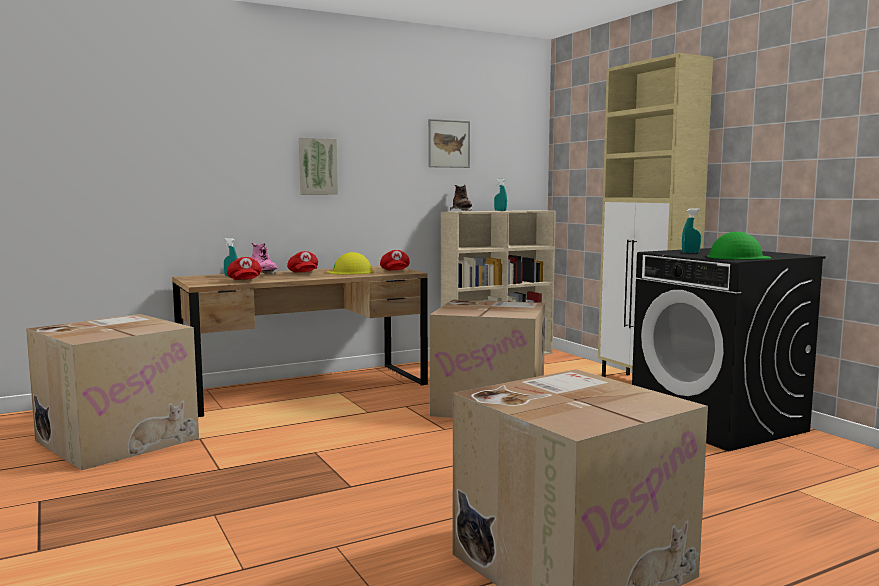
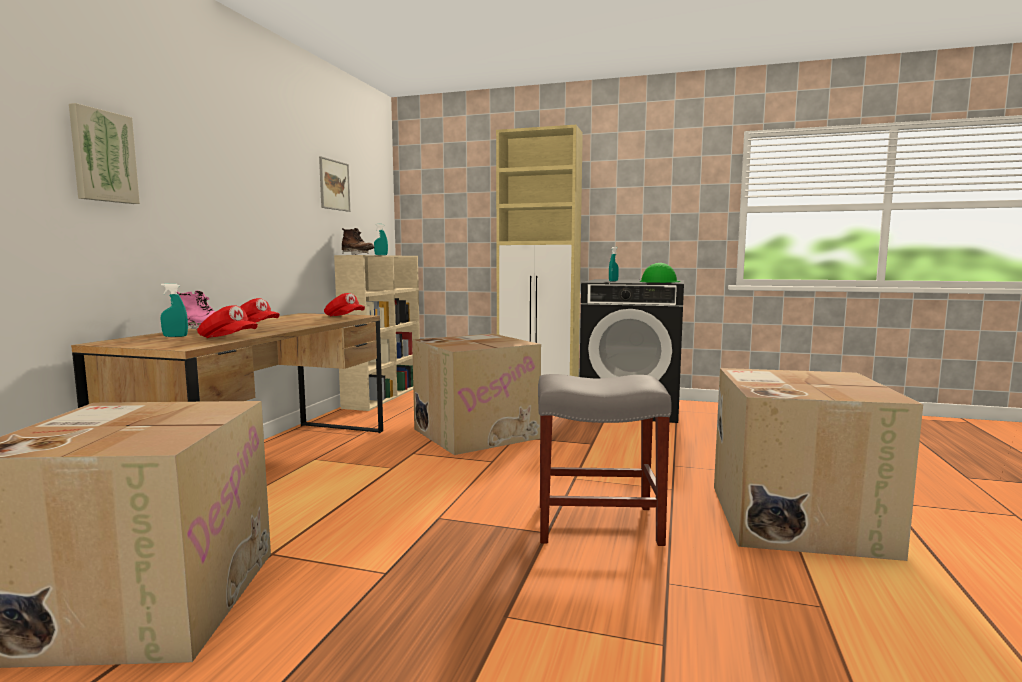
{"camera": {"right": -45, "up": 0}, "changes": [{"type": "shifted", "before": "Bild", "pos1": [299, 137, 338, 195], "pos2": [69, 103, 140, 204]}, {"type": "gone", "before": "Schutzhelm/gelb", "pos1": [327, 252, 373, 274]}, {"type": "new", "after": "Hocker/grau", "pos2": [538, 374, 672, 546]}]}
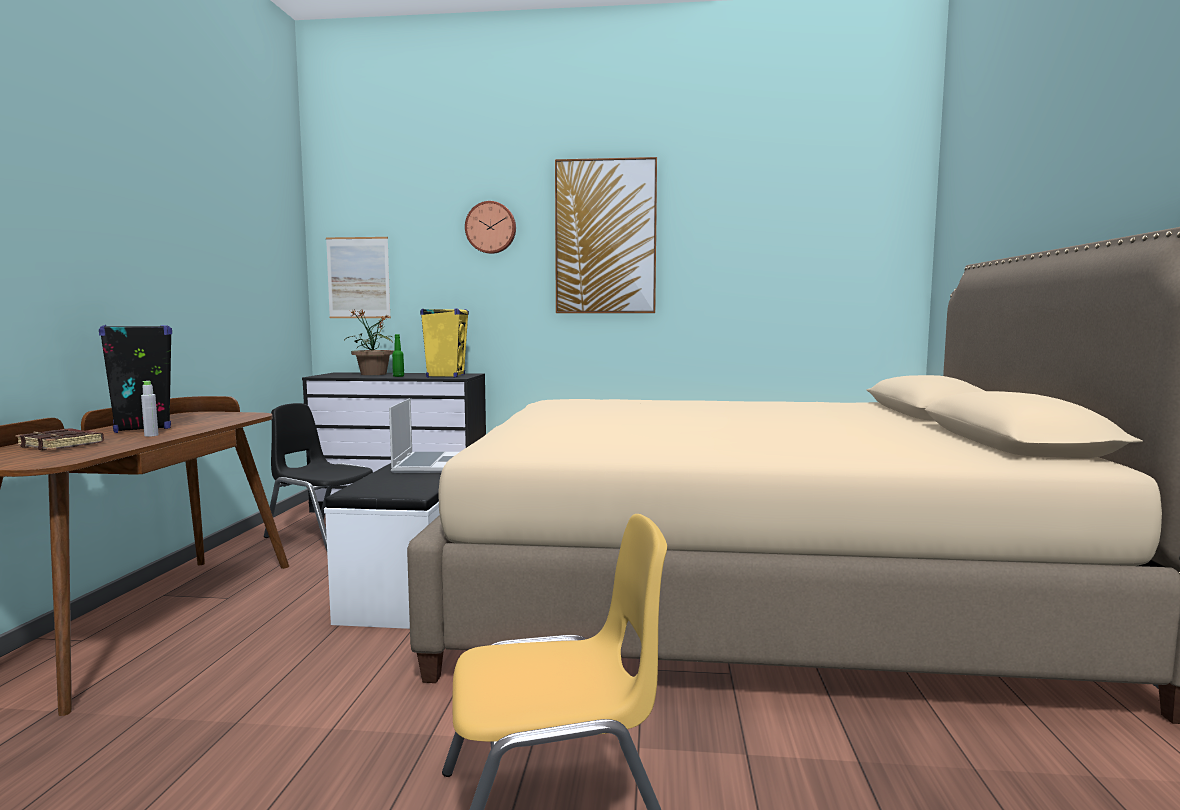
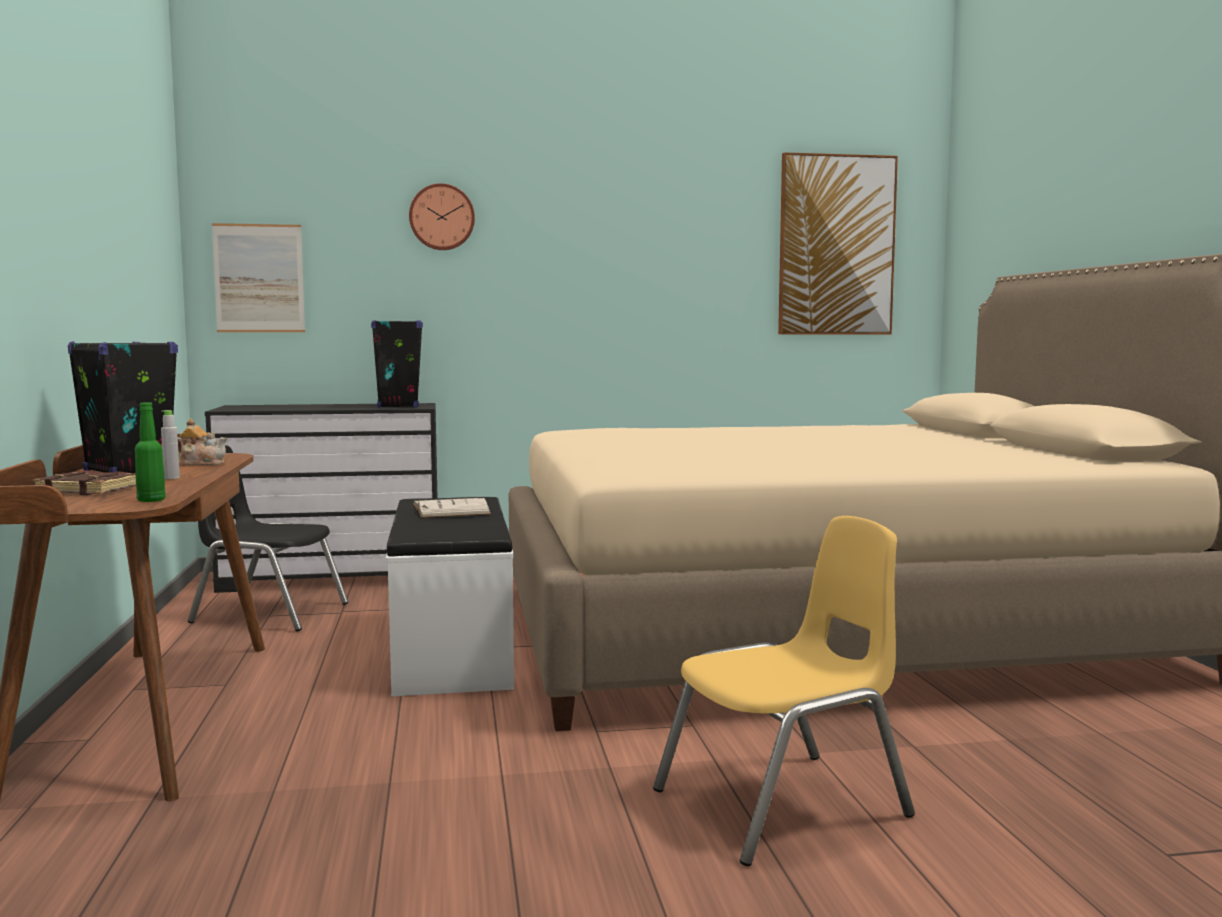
{"camera": {"right": -15, "up": 0}, "changes": [{"type": "shifted", "before": "Bild", "pos1": [555, 157, 657, 313], "pos2": [778, 152, 898, 335]}, {"type": "repainted", "before": "Lautsprecher/gelb", "after": "Lautsprecher/schwarz", "pos1": [420, 309, 469, 378], "pos2": [371, 320, 423, 408]}, {"type": "gone", "before": "Topfpflanze", "pos1": [344, 310, 394, 375]}, {"type": "shifted", "before": "Flasche/grün", "pos1": [392, 334, 404, 377], "pos2": [135, 402, 165, 502]}, {"type": "swapped", "before": "Laptop", "after": "Buch/weiß", "pos1": [389, 398, 459, 473], "pos2": [413, 498, 491, 518]}, {"type": "new", "after": "Teekanne", "pos2": [178, 418, 227, 465]}]}
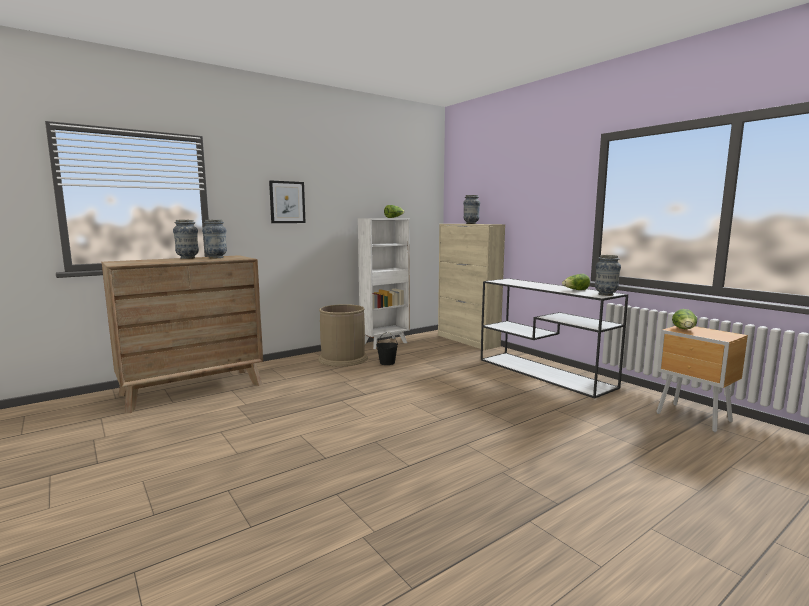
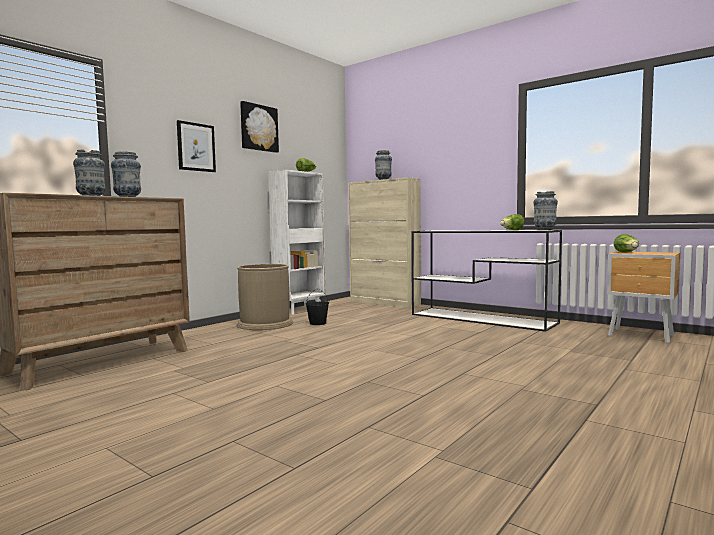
{"camera": {"right": -15, "up": -5}, "changes": [{"type": "new", "after": "Bild", "pos2": [240, 101, 279, 153]}]}
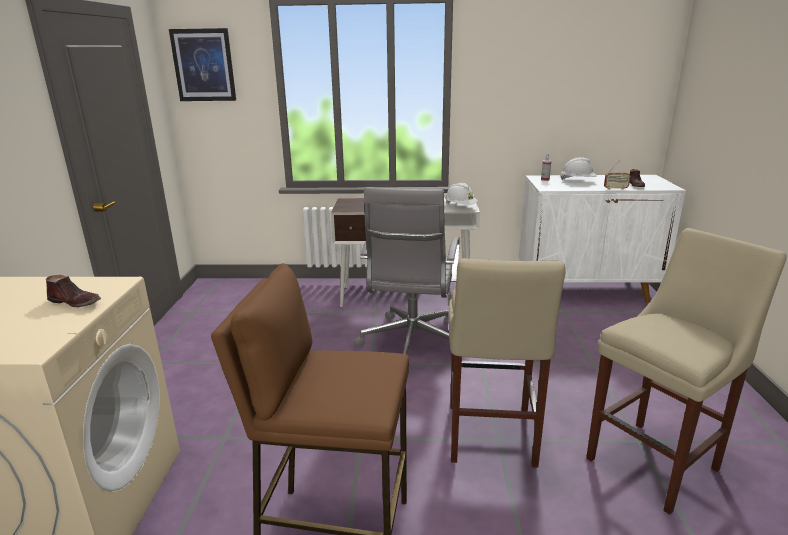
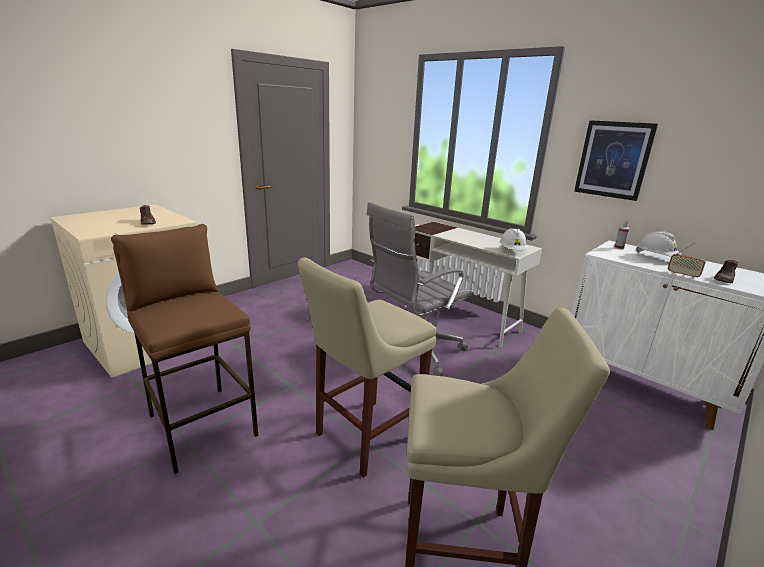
{"camera": {"right": 40, "up": 0}, "changes": [{"type": "shifted", "before": "Bild", "pos1": [169, 28, 236, 101], "pos2": [574, 120, 658, 201]}]}
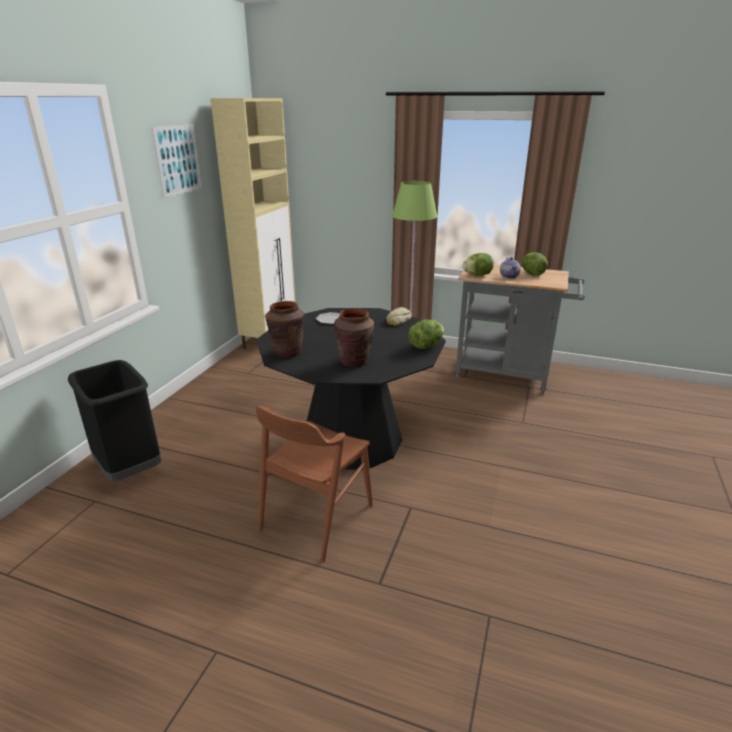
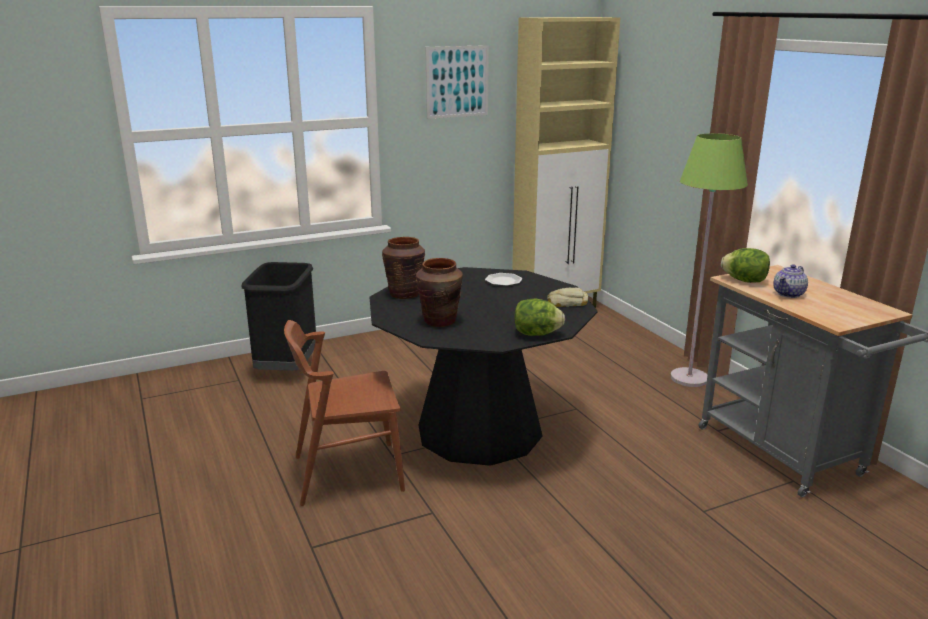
{"camera": {"right": 45, "up": -5}, "changes": [{"type": "gone", "before": "Salatkopf", "pos1": [522, 252, 548, 276]}]}
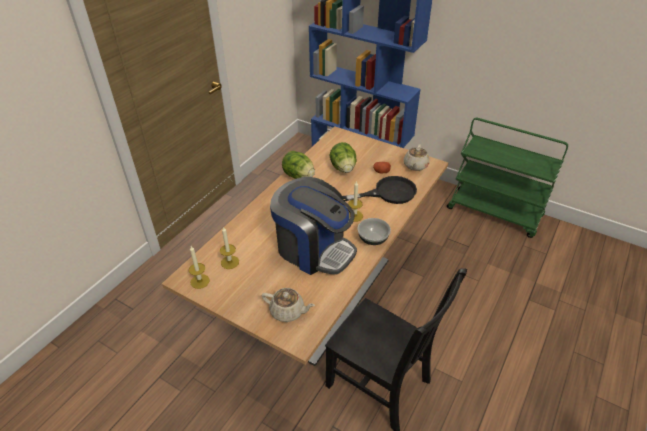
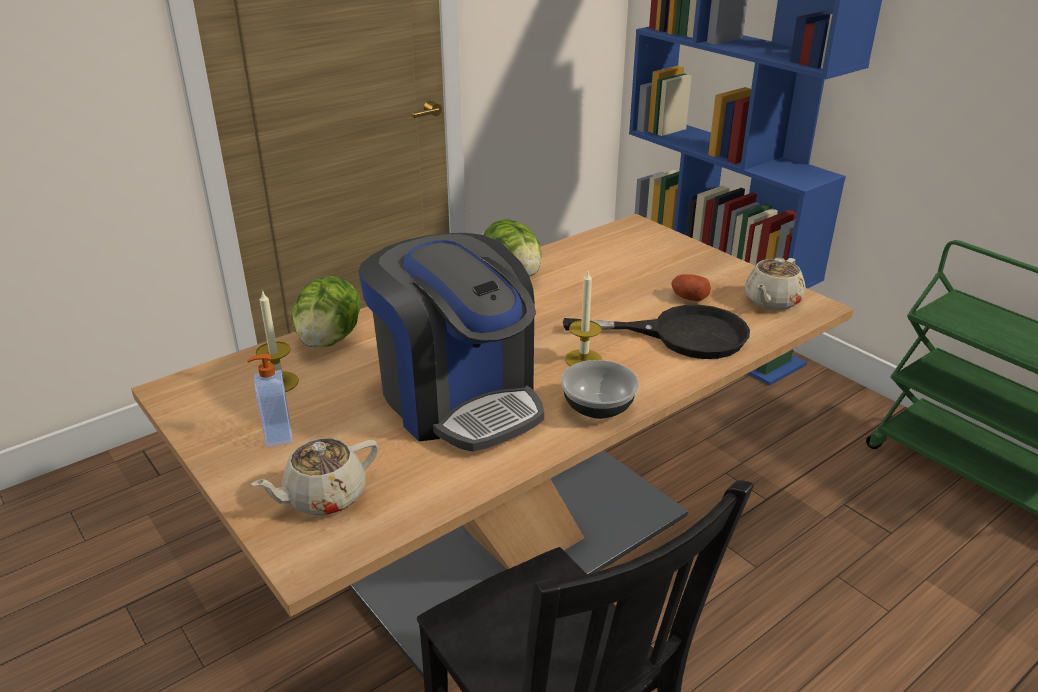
{"camera": {"right": 20, "up": -10}, "changes": [{"type": "shifted", "before": "Salatkopf", "pos1": [330, 142, 356, 173], "pos2": [292, 276, 361, 348]}, {"type": "gone", "before": "Kerze", "pos1": [189, 246, 210, 289]}, {"type": "rotated", "before": "Teekanne/beige", "pos1": [262, 288, 315, 322], "pos2": [251, 438, 378, 515], "turn": 105}, {"type": "new", "after": "Seifenspender", "pos2": [247, 354, 293, 447]}]}
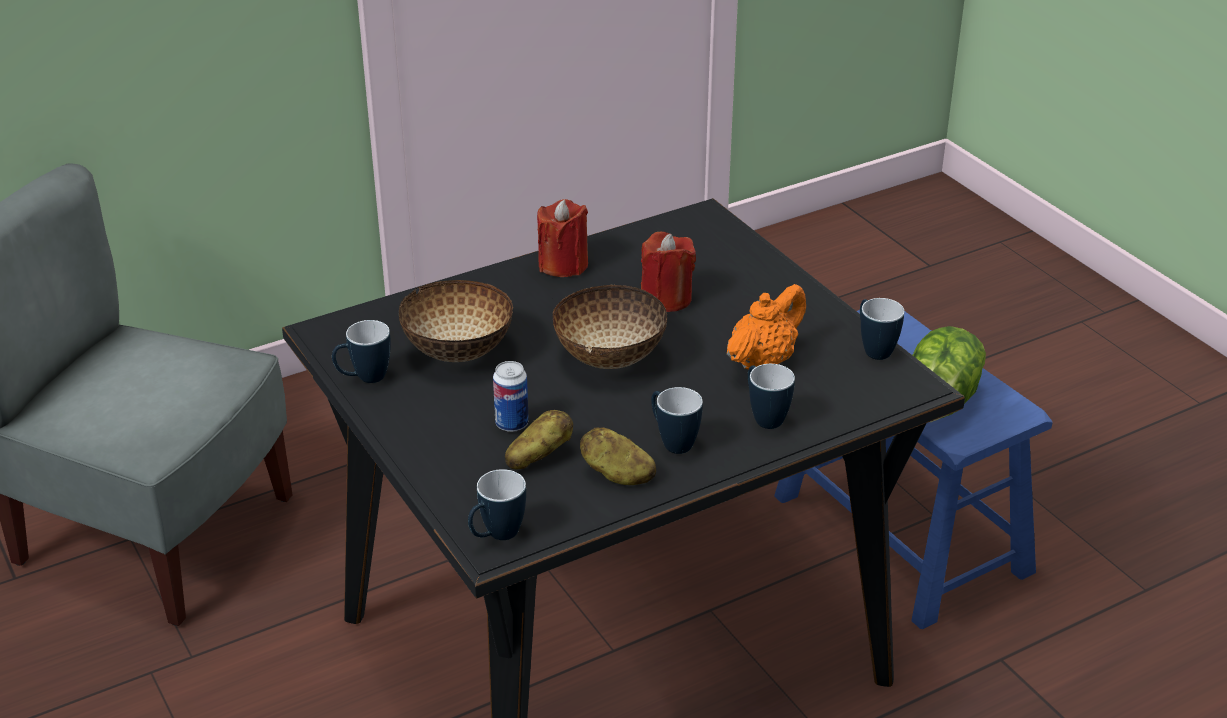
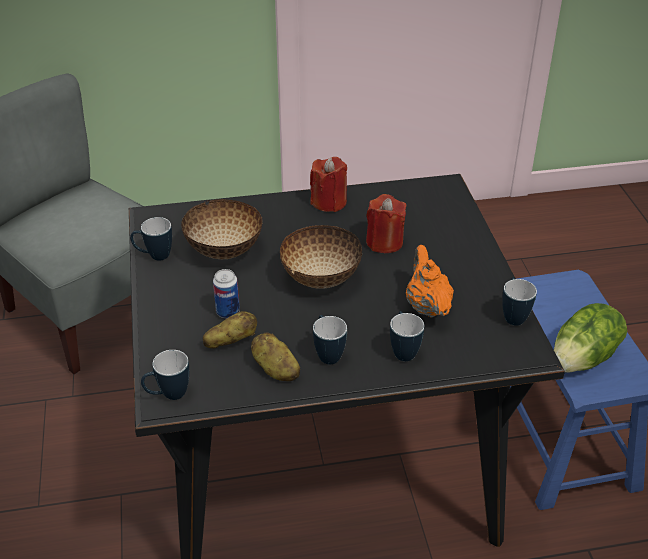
{"camera": {"right": 20, "up": 5}, "changes": [{"type": "rotated", "before": "Teekanne/orange", "pos1": [727, 284, 806, 370], "pos2": [406, 245, 454, 318], "turn": -75}]}
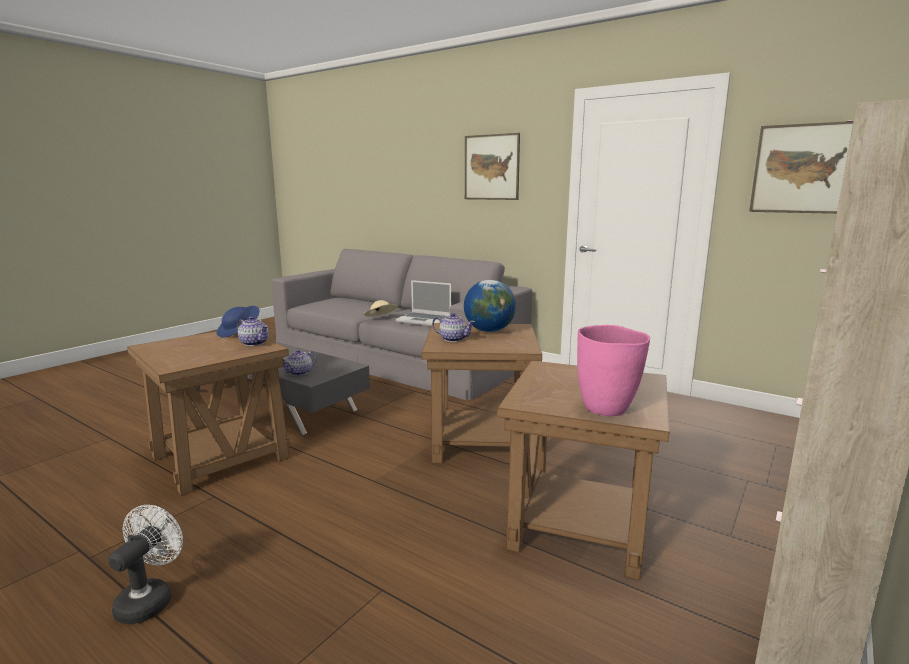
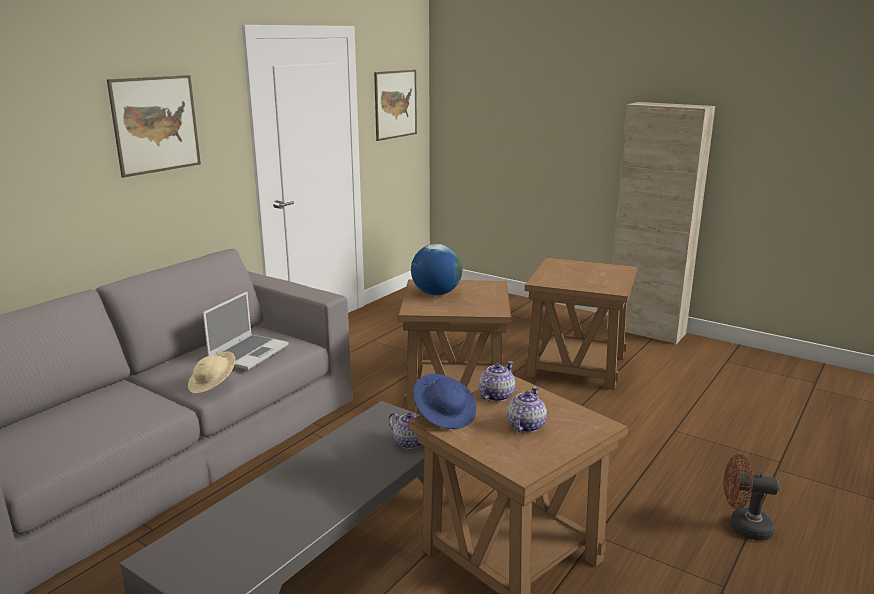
{"camera": {"right": -90, "up": 5}, "changes": [{"type": "shifted", "before": "Teekanne", "pos1": [432, 313, 475, 342], "pos2": [507, 387, 547, 433]}, {"type": "gone", "before": "Vase/rosa", "pos1": [577, 325, 650, 416]}, {"type": "repainted", "before": "Ventilator/weiß", "after": "Ventilator/braun", "pos1": [108, 505, 183, 624], "pos2": [724, 454, 779, 540]}]}
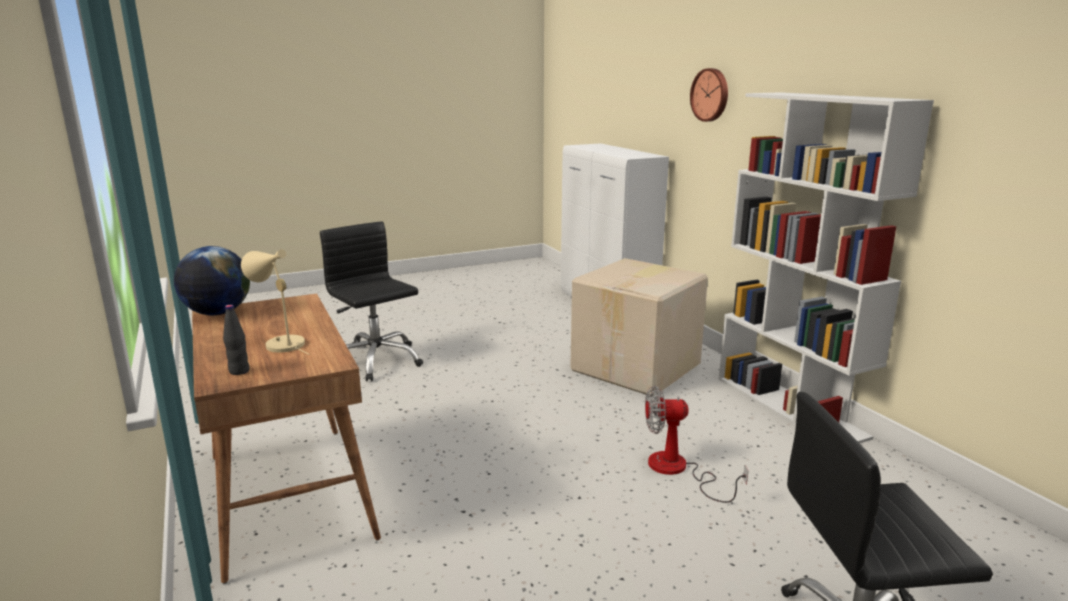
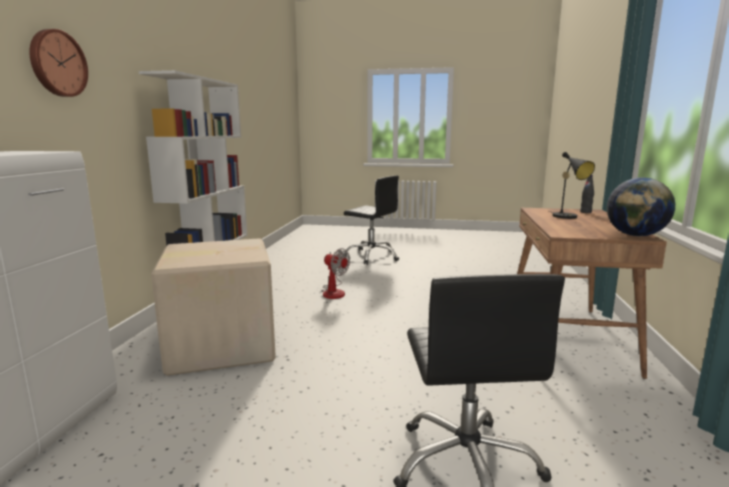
{"camera": {"right": -145, "up": -5}, "changes": [{"type": "repainted", "before": "Tischlampe/beige", "after": "Tischlampe/schwarz", "pos1": [241, 249, 309, 354], "pos2": [548, 152, 595, 219]}]}
